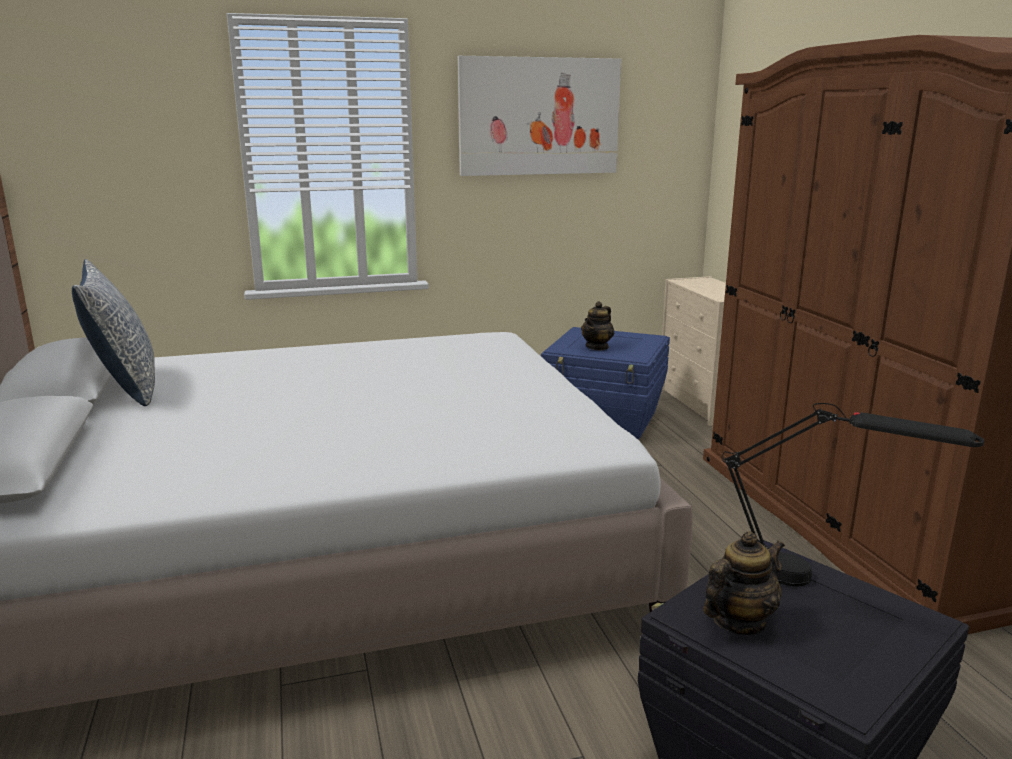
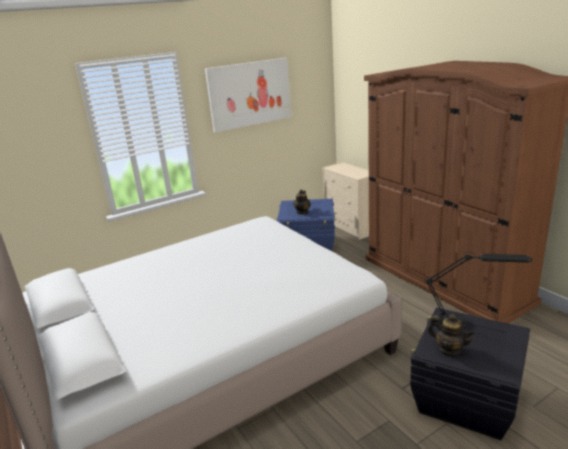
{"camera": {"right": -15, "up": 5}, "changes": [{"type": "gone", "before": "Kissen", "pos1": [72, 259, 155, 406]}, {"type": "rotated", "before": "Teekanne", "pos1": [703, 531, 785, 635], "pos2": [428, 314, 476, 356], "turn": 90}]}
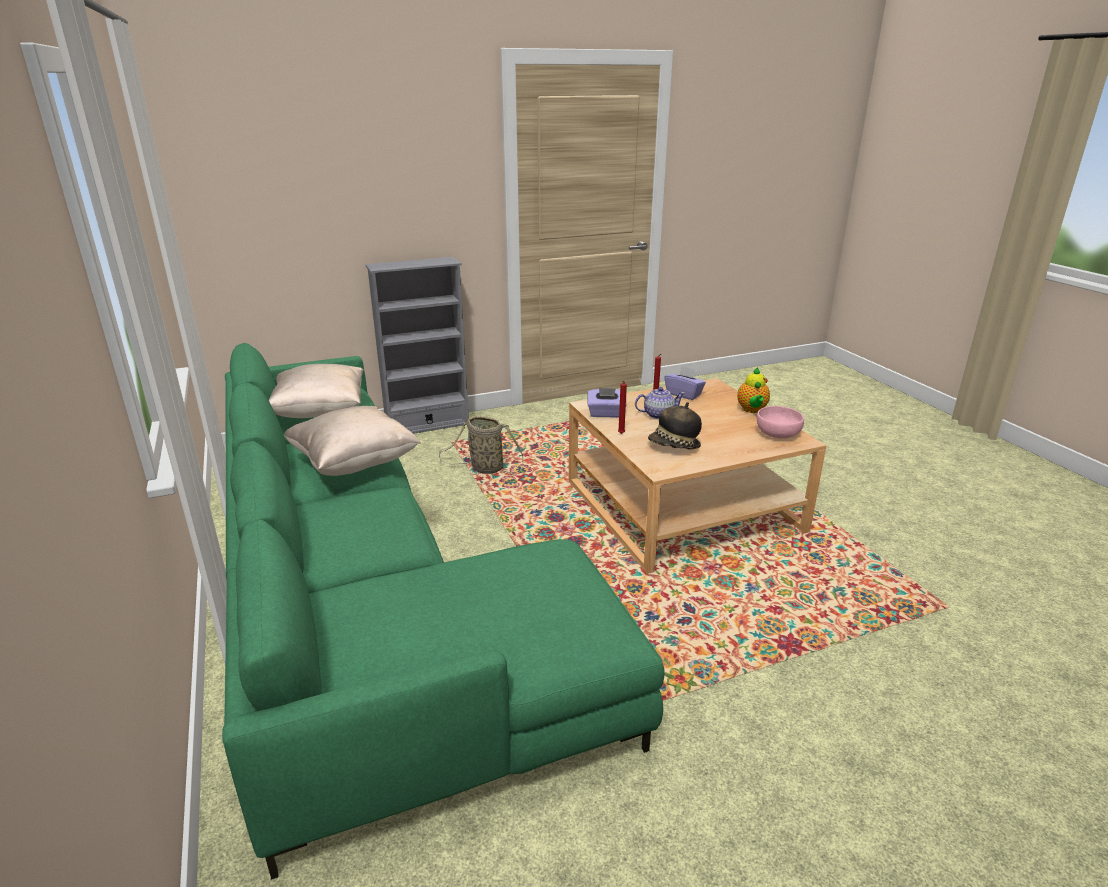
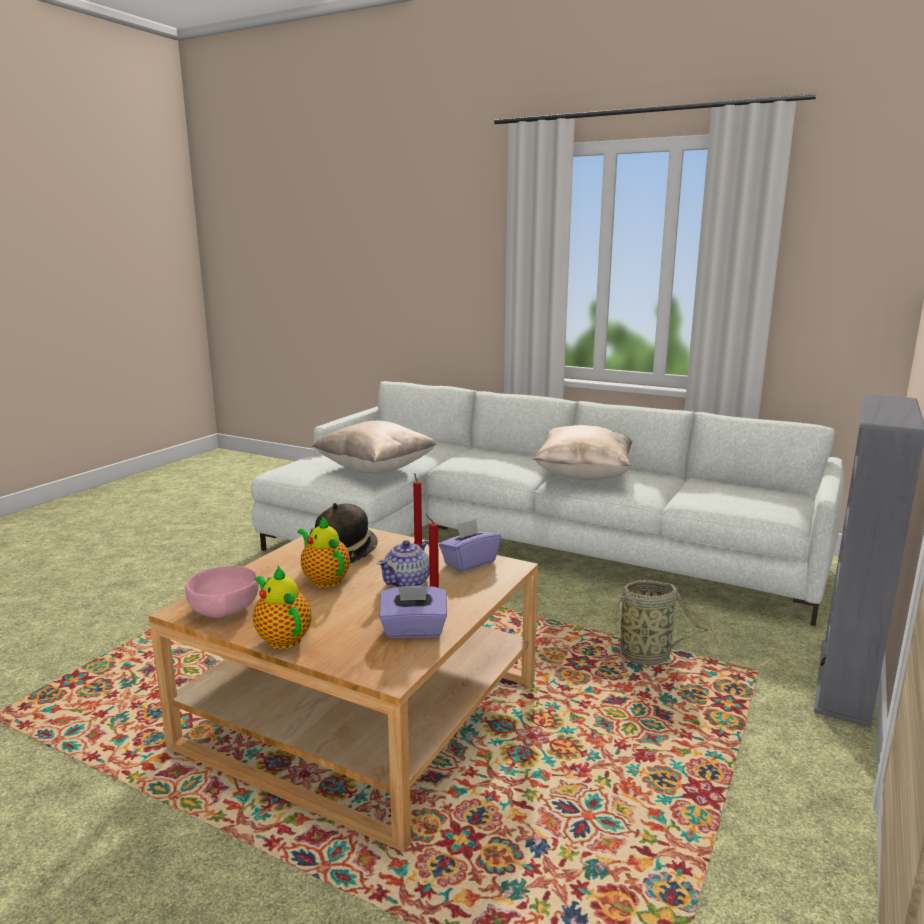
{"camera": {"right": 140, "up": -10}, "changes": [{"type": "repainted", "before": "Sofa/grün", "after": "Sofa/weiß", "pos1": [222, 343, 665, 880], "pos2": [251, 381, 844, 626]}, {"type": "shifted", "before": "Kissen/beige", "pos1": [269, 364, 364, 418], "pos2": [312, 421, 436, 474]}, {"type": "new", "after": "Teekanne", "pos2": [297, 516, 350, 588]}]}
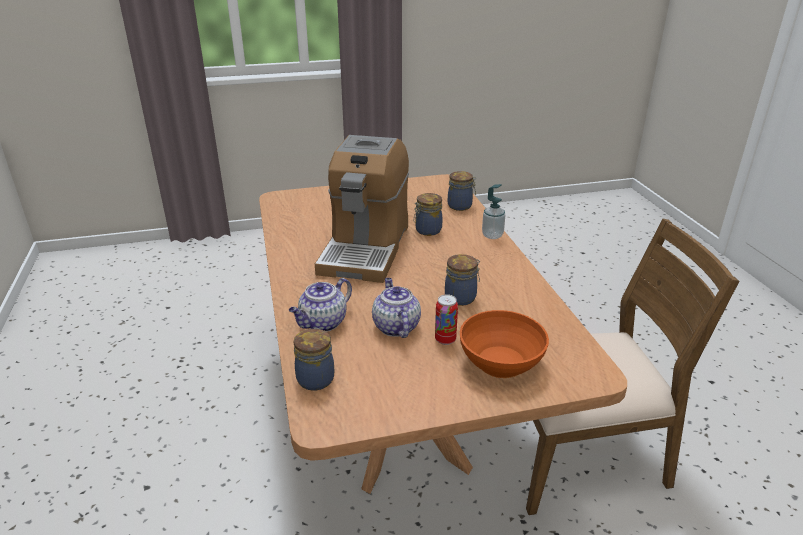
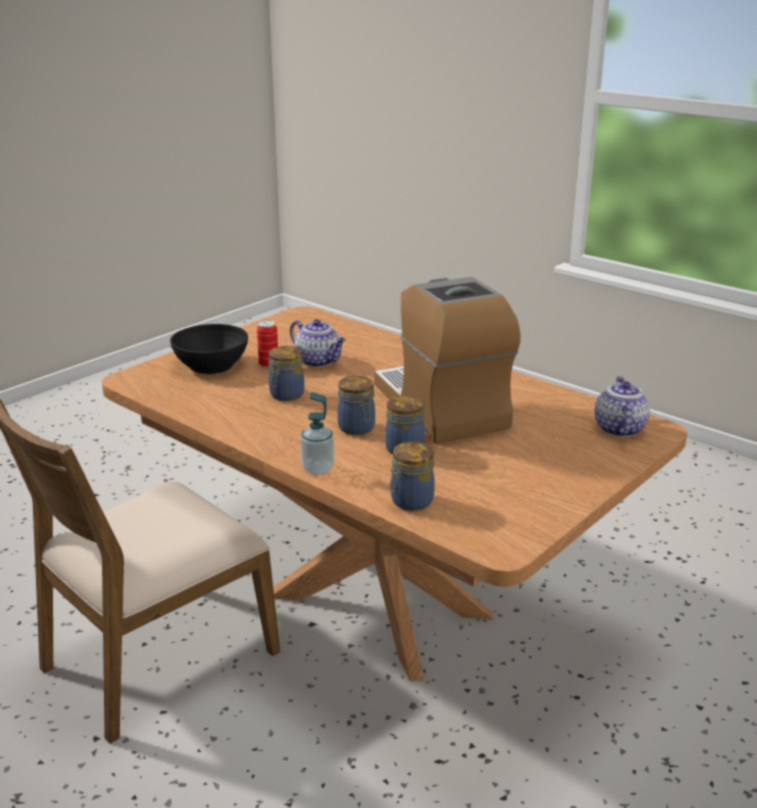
{"camera": {"right": 145, "up": -5}, "changes": [{"type": "shifted", "before": "Teekanne", "pos1": [289, 278, 352, 332], "pos2": [594, 377, 650, 437]}, {"type": "repainted", "before": "Schüssel/orange", "after": "Schüssel/schwarz", "pos1": [460, 310, 549, 378], "pos2": [170, 324, 248, 374]}, {"type": "shifted", "before": "Vorratsglas", "pos1": [294, 328, 334, 391], "pos2": [338, 376, 375, 435]}]}
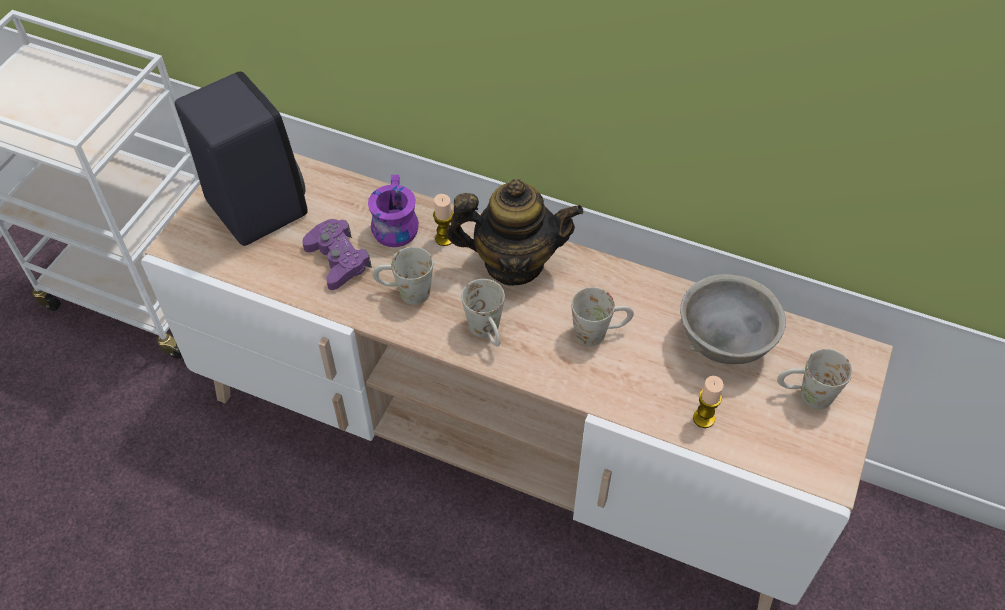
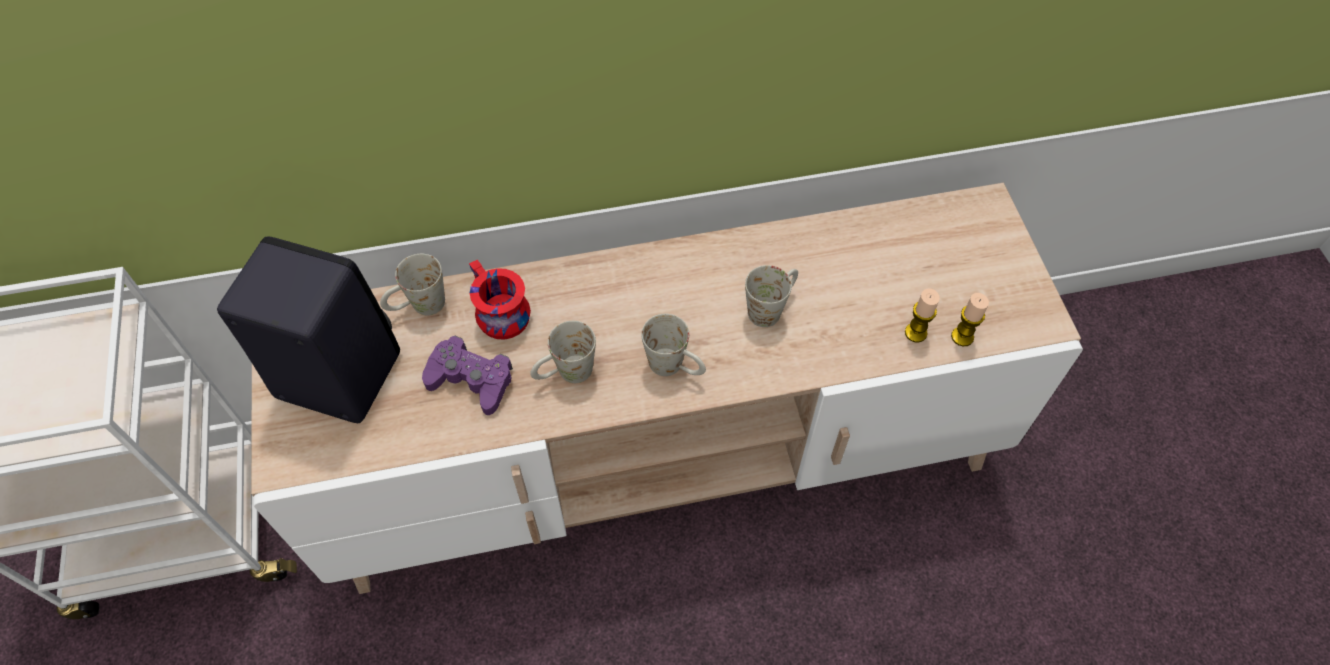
{"camera": {"right": -35, "up": 5}, "changes": [{"type": "repainted", "before": "Henkelbecher/lila", "after": "Henkelbecher/rot", "pos1": [368, 175, 419, 247], "pos2": [469, 260, 531, 340]}, {"type": "gone", "before": "Teekanne", "pos1": [446, 179, 584, 286]}, {"type": "shifted", "before": "Kerze", "pos1": [433, 194, 453, 246], "pos2": [951, 293, 989, 346]}, {"type": "gone", "before": "Schüssel/grau", "pos1": [680, 274, 786, 364]}, {"type": "shifted", "before": "Henkelbecher/weiß", "pos1": [777, 349, 853, 409], "pos2": [380, 254, 445, 315]}]}
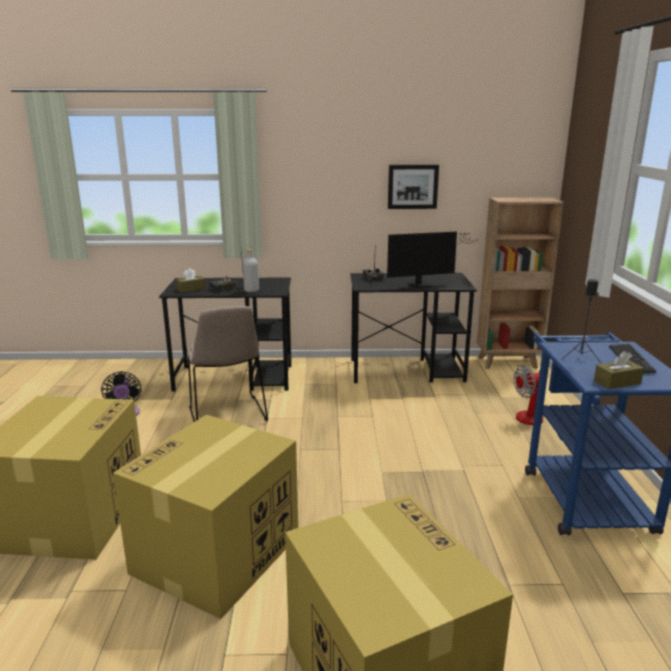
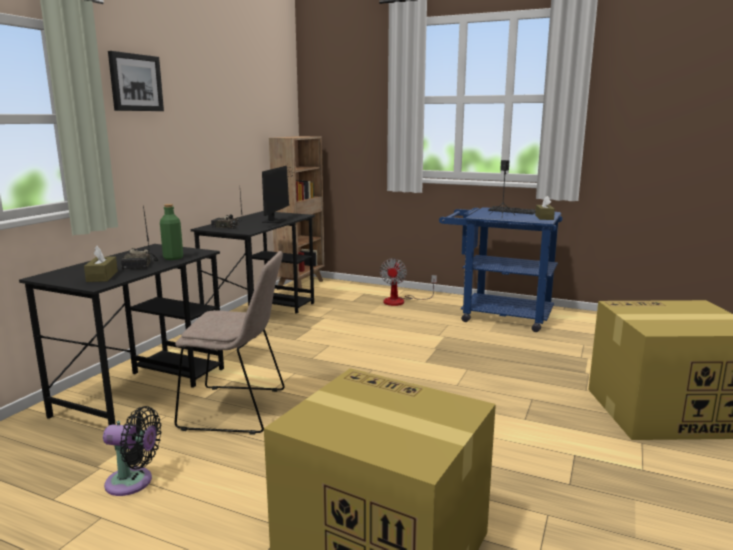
{"camera": {"right": -65, "up": -5}, "changes": [{"type": "shifted", "before": "Bild", "pos1": [388, 165, 439, 209], "pos2": [108, 51, 164, 111]}, {"type": "repainted", "before": "Flasche/grau", "after": "Flasche/grün", "pos1": [243, 249, 259, 293], "pos2": [160, 204, 183, 260]}, {"type": "gone", "before": "Karton", "pos1": [113, 415, 298, 619]}]}
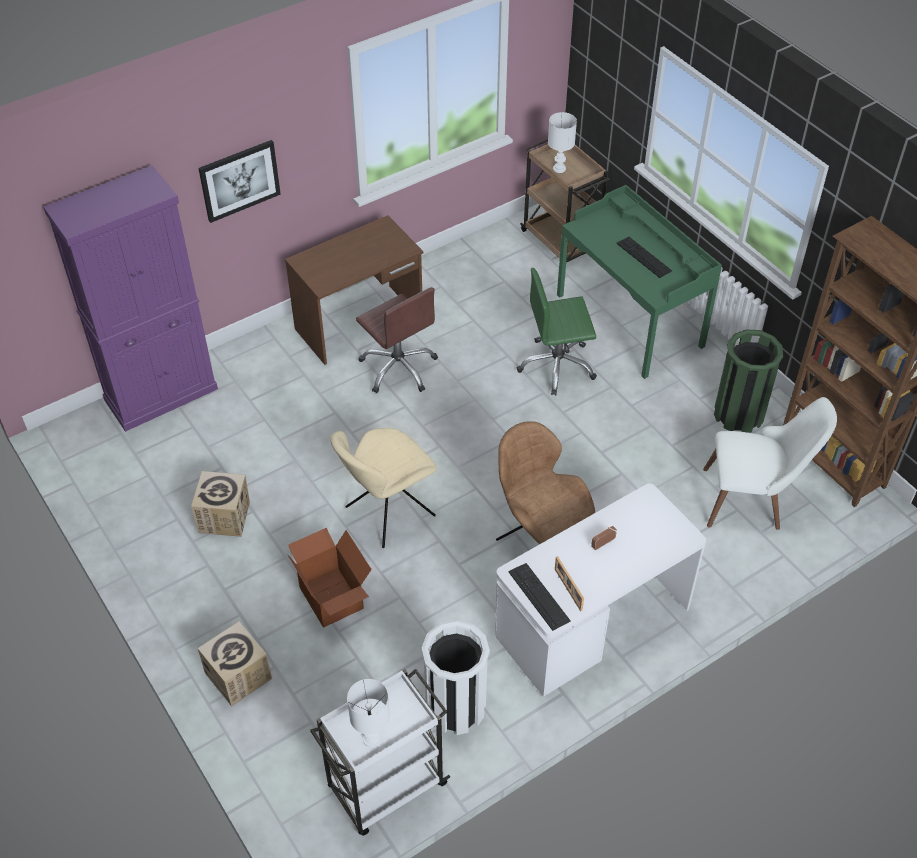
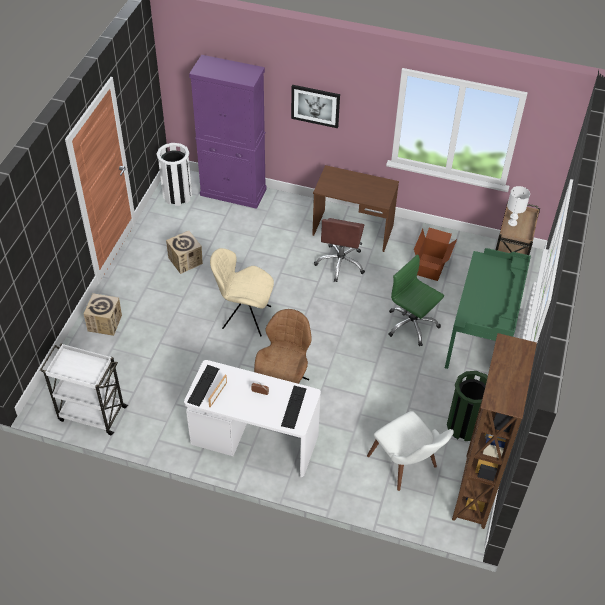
{"camera": {"right": 50, "up": 0}, "changes": [{"type": "shifted", "before": "Tastatur", "pos1": [617, 237, 672, 278], "pos2": [281, 386, 306, 429]}, {"type": "shifted", "before": "Karton", "pos1": [287, 528, 372, 628], "pos2": [414, 228, 457, 281]}, {"type": "shifted", "before": "Mülleimer/weiß", "pos1": [421, 620, 490, 735], "pos2": [156, 143, 192, 206]}, {"type": "gone", "before": "Tischlampe/weiß", "pos1": [347, 679, 390, 748]}]}
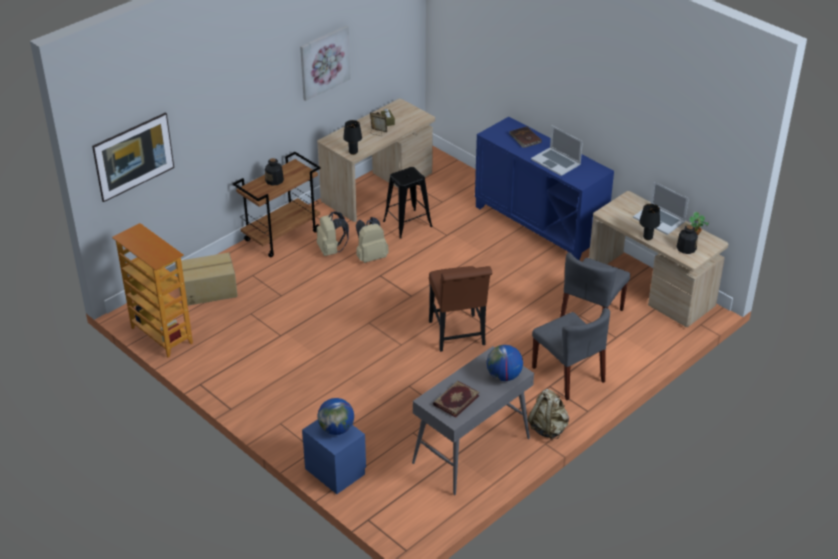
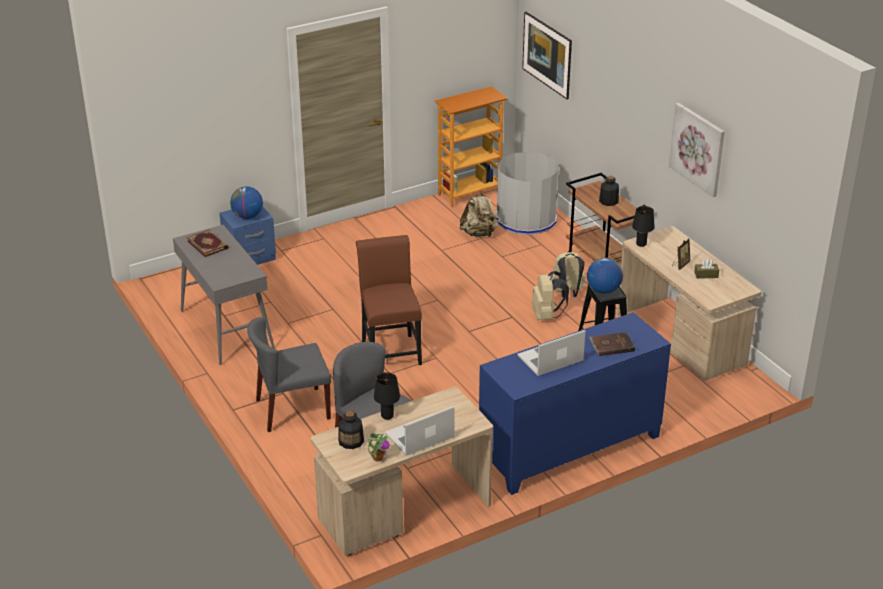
{"camera": {"right": 105, "up": -5}, "changes": [{"type": "swapped", "before": "Karton", "after": "Mülleimer/grau", "pos1": [175, 253, 238, 306], "pos2": [496, 152, 559, 235]}, {"type": "rotated", "before": "Stuhl/braun", "pos1": [429, 266, 492, 352], "pos2": [356, 235, 422, 365], "turn": 75}, {"type": "shifted", "before": "Globus", "pos1": [487, 345, 523, 381], "pos2": [587, 258, 623, 294]}, {"type": "shifted", "before": "Rucksack/beige", "pos1": [528, 389, 569, 439], "pos2": [460, 191, 499, 237]}]}
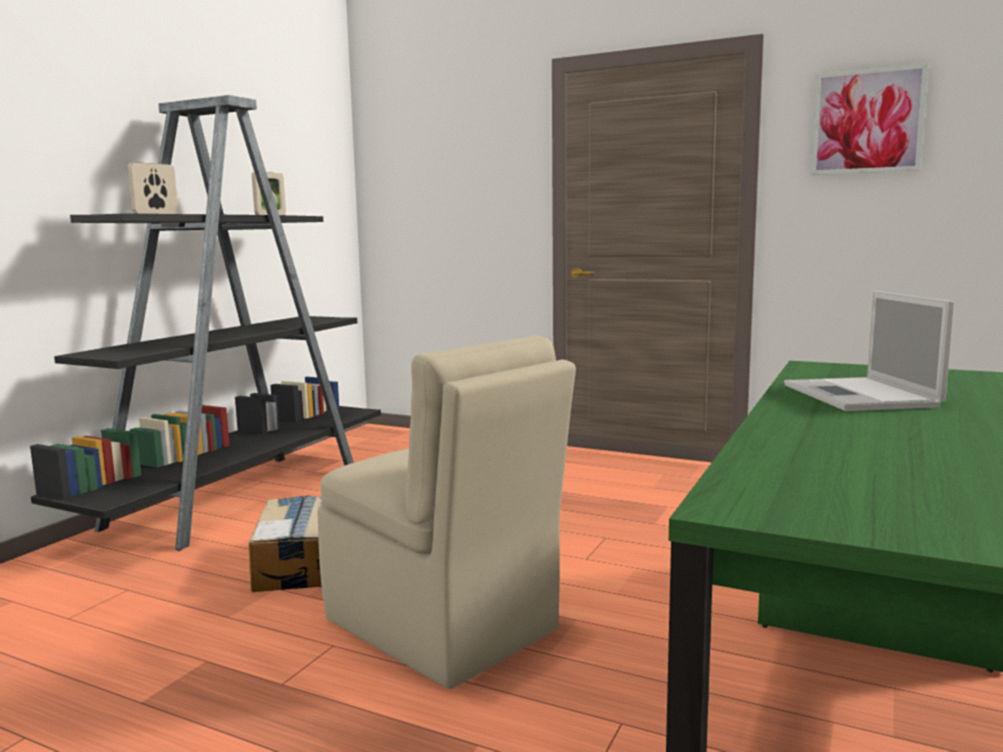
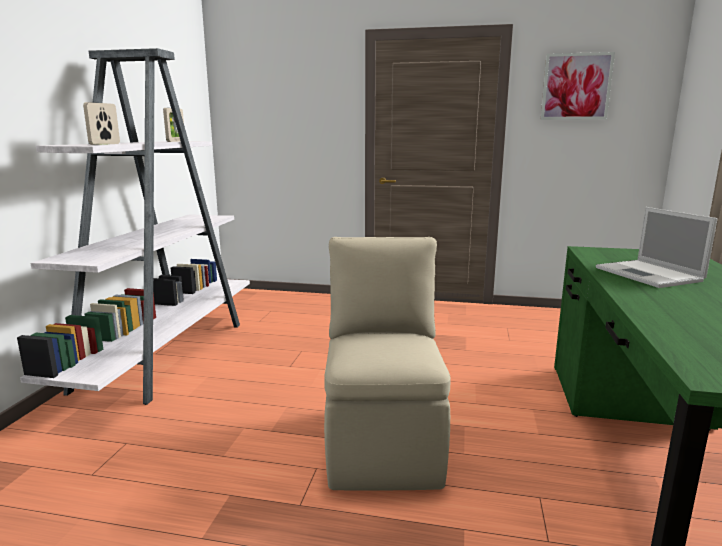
{"camera": {"right": -15, "up": 5}, "changes": [{"type": "repainted", "before": "Bücherregal/schwarz", "after": "Bücherregal/weiß", "pos1": [30, 95, 381, 551], "pos2": [17, 48, 250, 405]}, {"type": "rotated", "before": "Stuhl/beige", "pos1": [317, 335, 576, 689], "pos2": [324, 237, 451, 491], "turn": -120}, {"type": "gone", "before": "Karton", "pos1": [248, 495, 323, 592]}]}
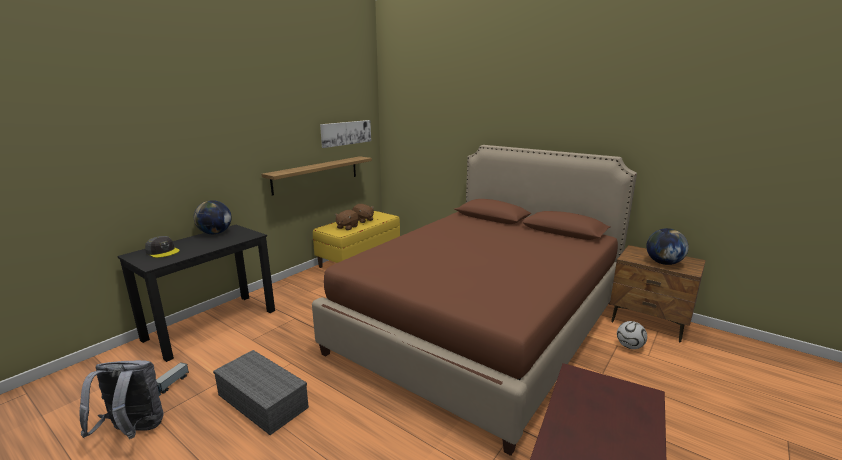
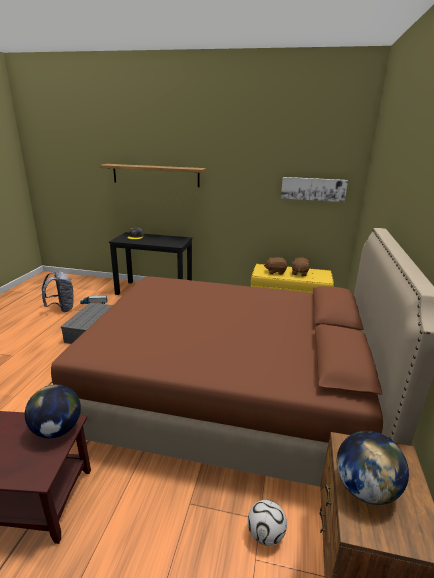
{"camera": {"right": 65, "up": 5}, "changes": [{"type": "shifted", "before": "Wandregal", "pos1": [261, 156, 372, 196], "pos2": [99, 164, 206, 187]}, {"type": "shifted", "before": "Globus", "pos1": [194, 200, 231, 234], "pos2": [25, 384, 81, 438]}]}
